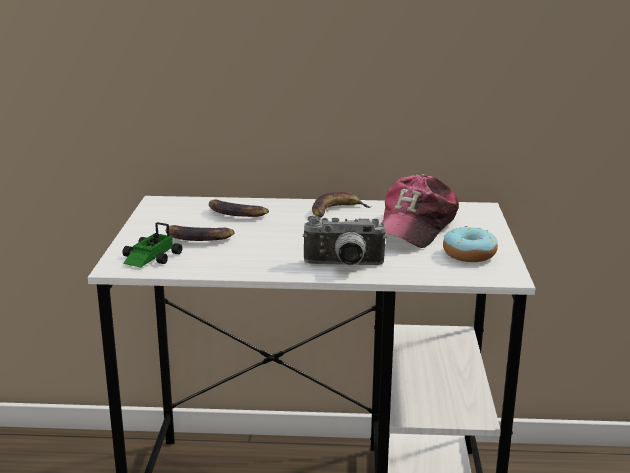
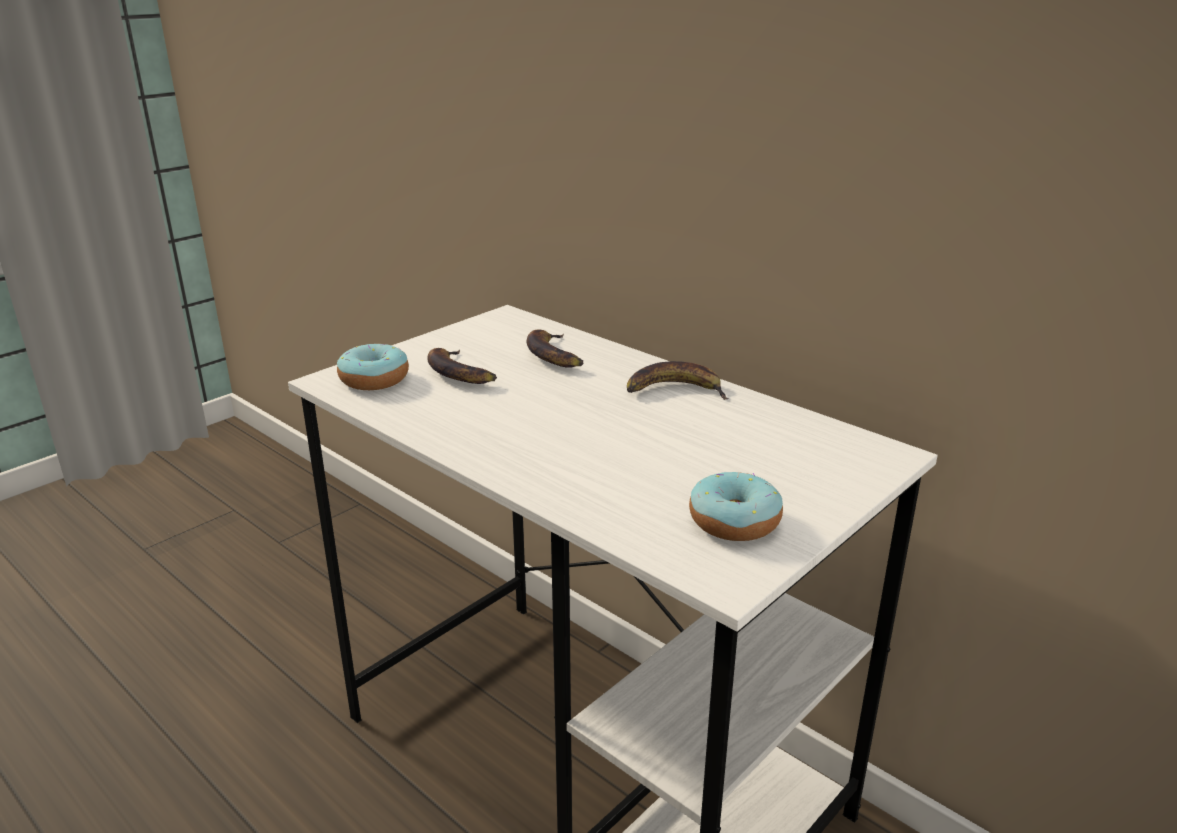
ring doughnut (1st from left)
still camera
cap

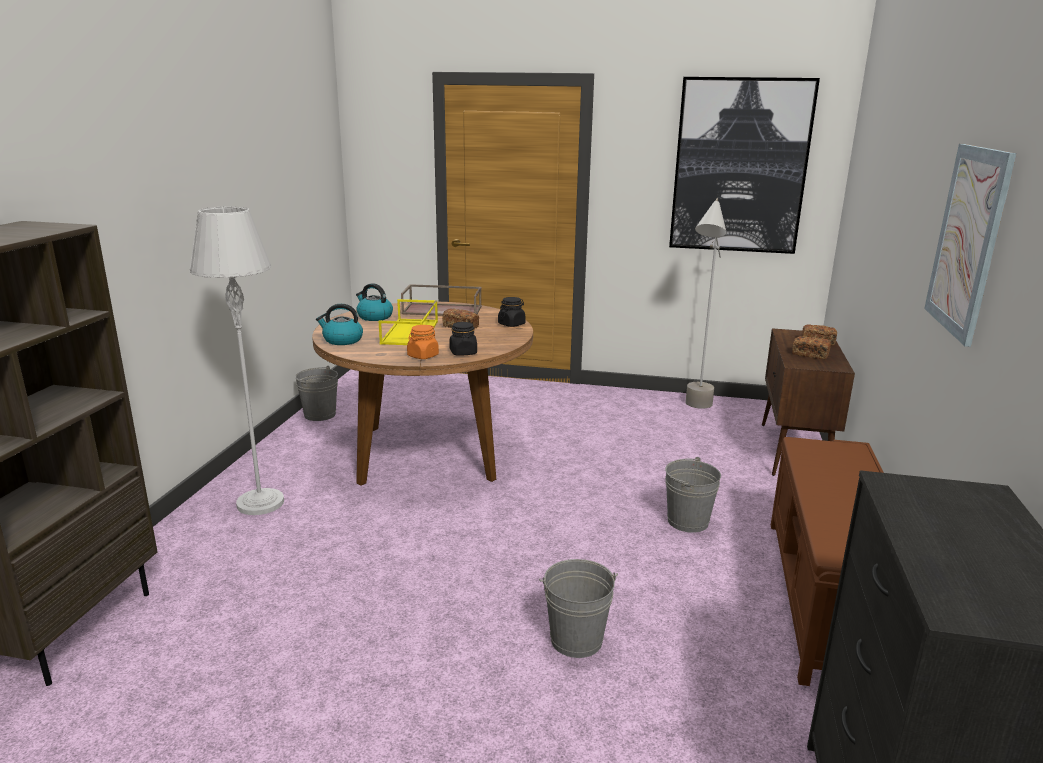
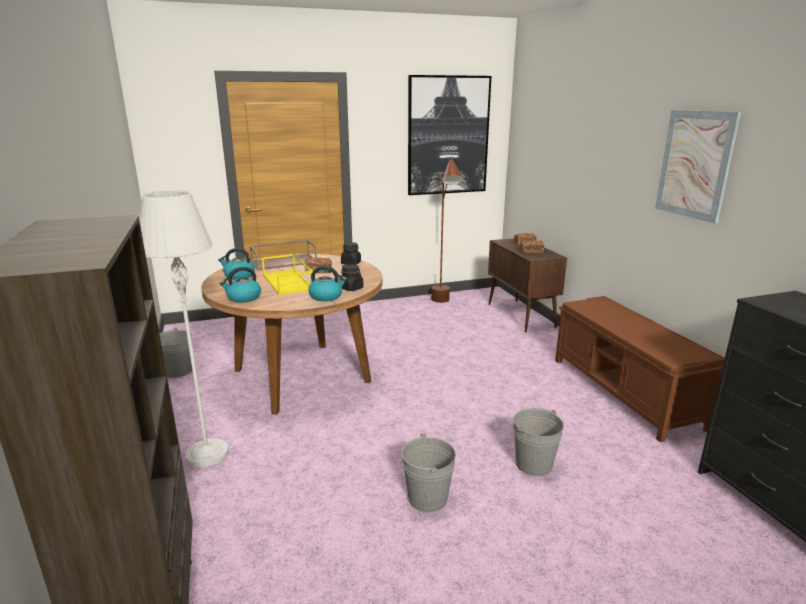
water kettle (3rd from left)
grey bucket (2nd from left)
brown floor lamp

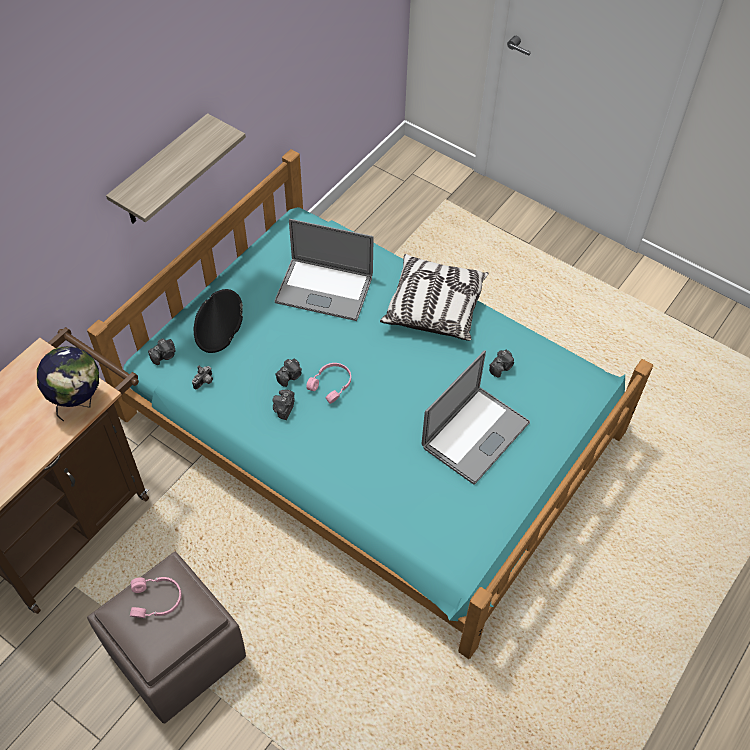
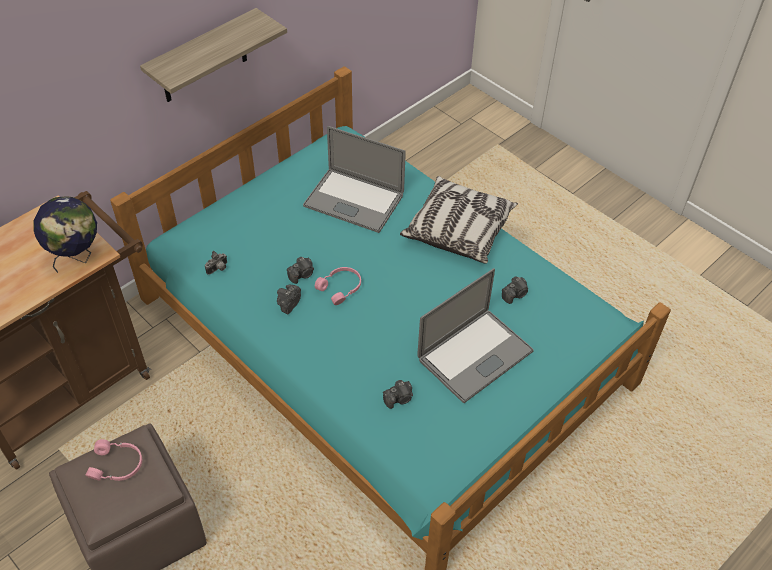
still camera (4th from left)
black-coloured hat

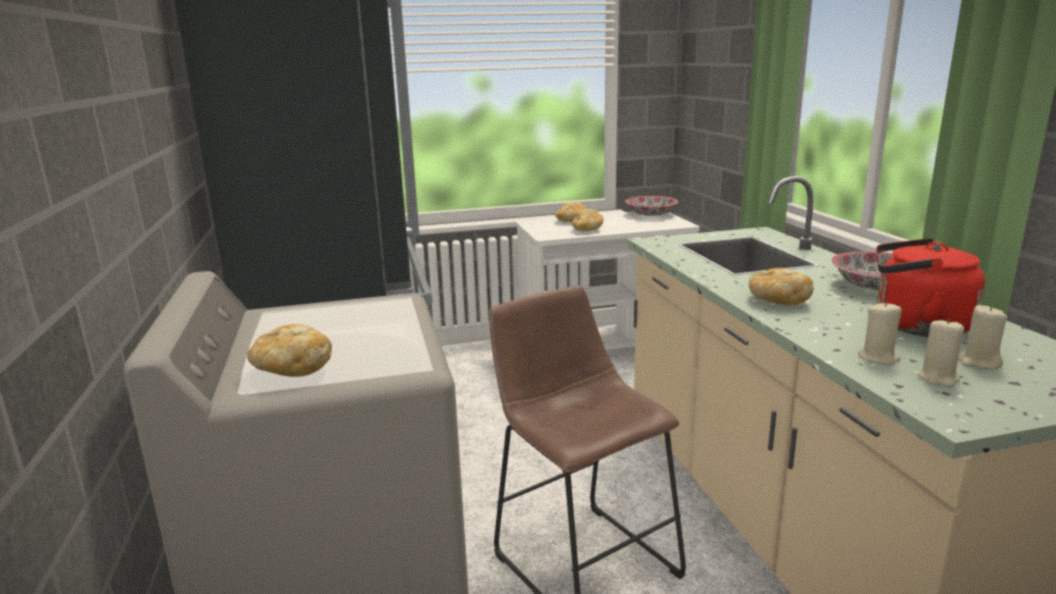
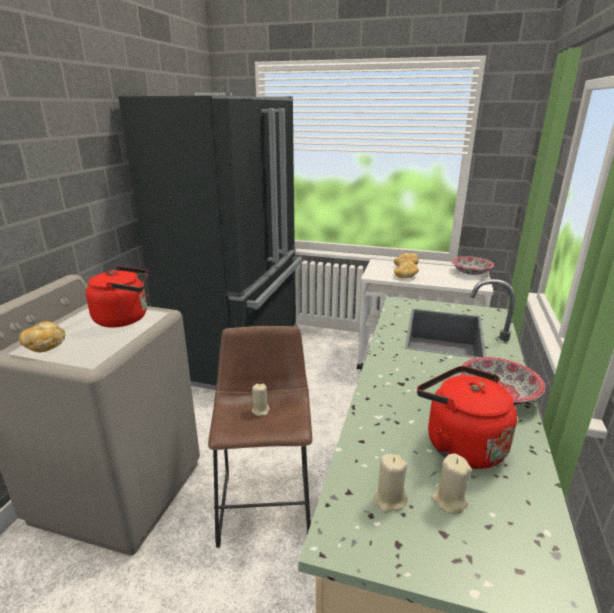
reddish water kettle (1st from left)
sand-coloured wax light (1st from left)
bakery bread (4th from left in the first image)

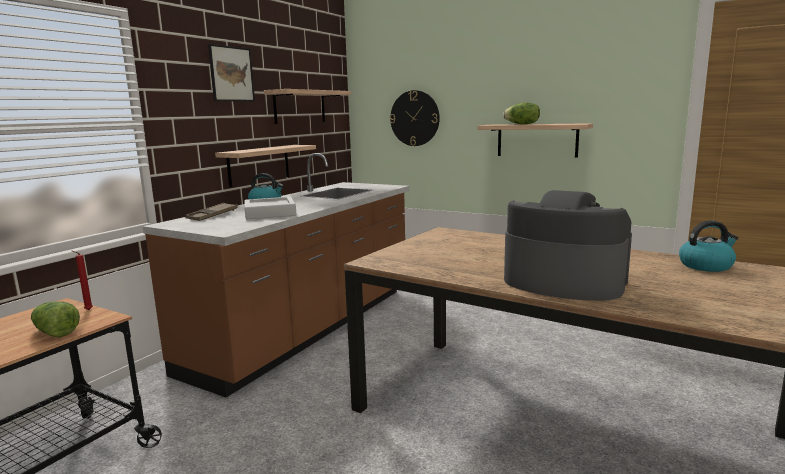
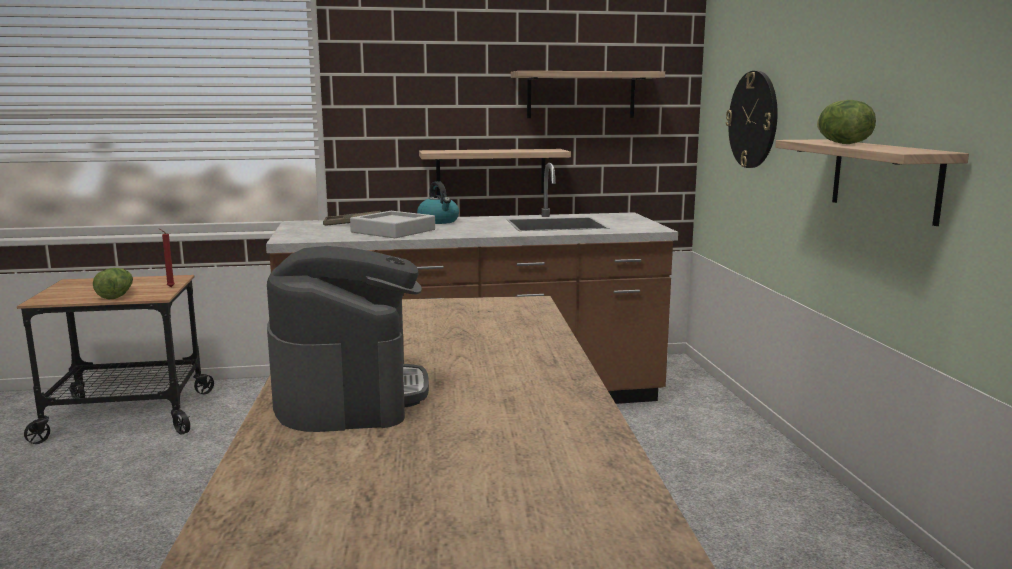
picture
water kettle (2nd from left in the first image)

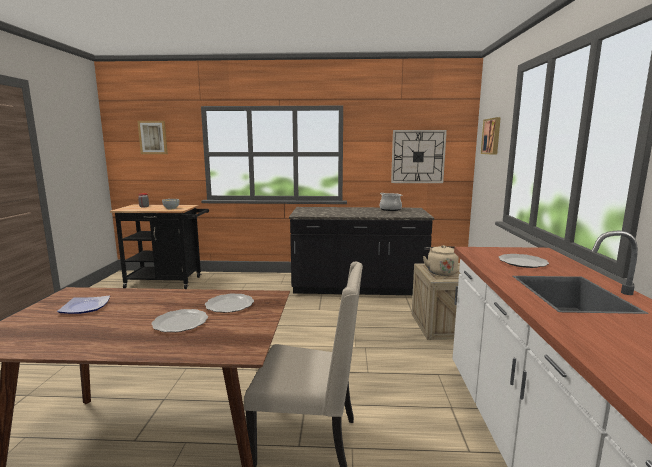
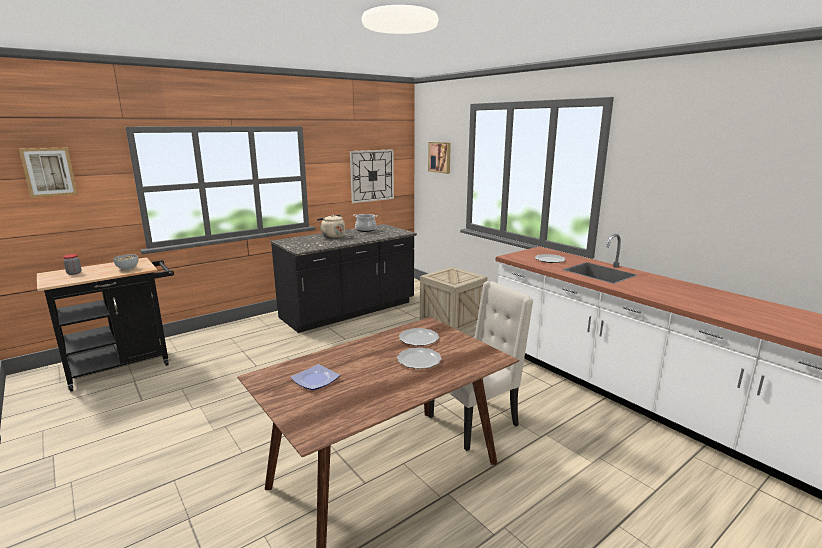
sand-coloured water kettle

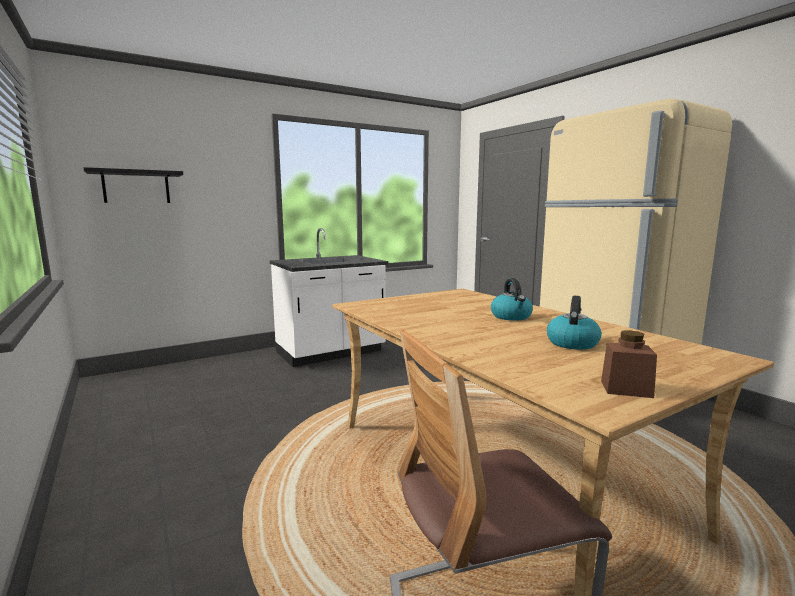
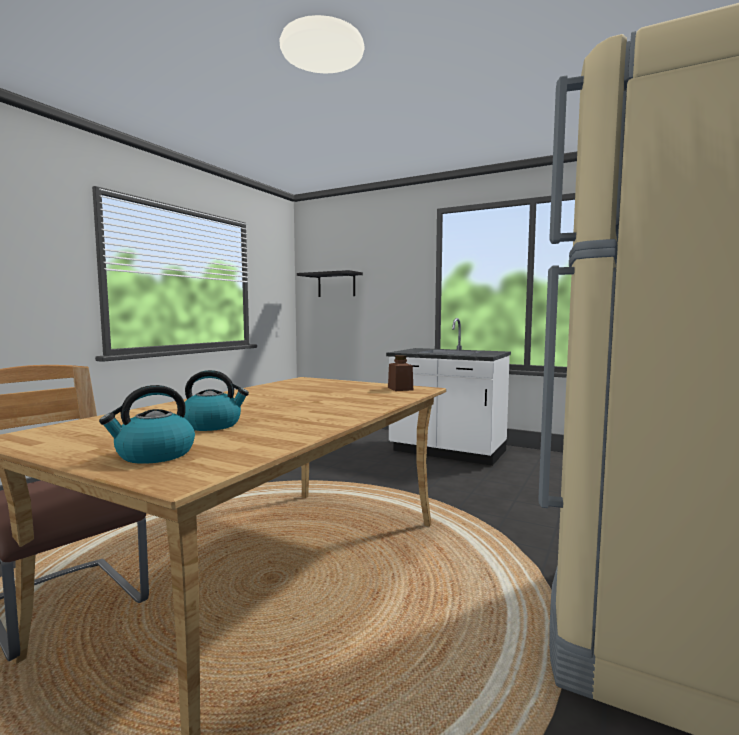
water kettle (1st from left)
brown preserve jar

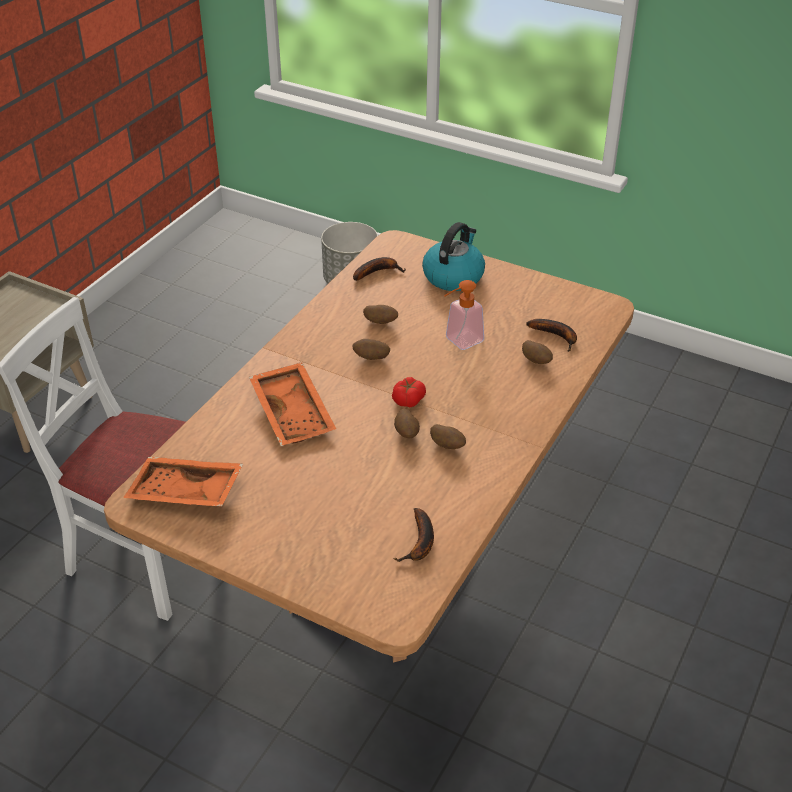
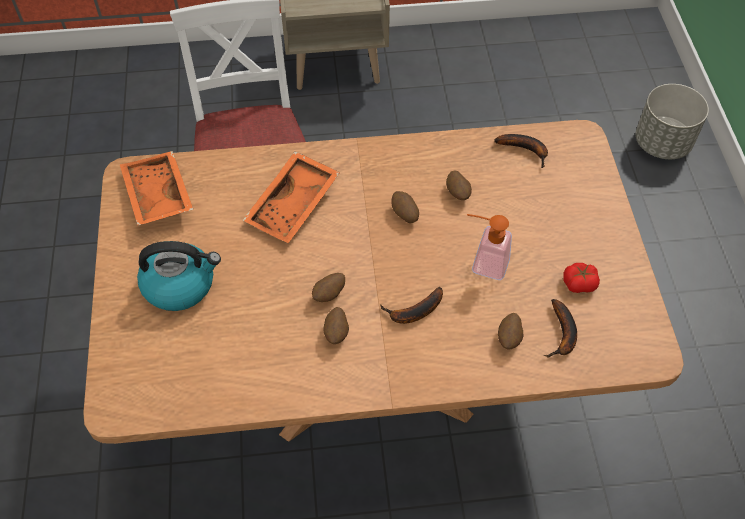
water kettle
banana fruit (1st from left)
fresh tomato

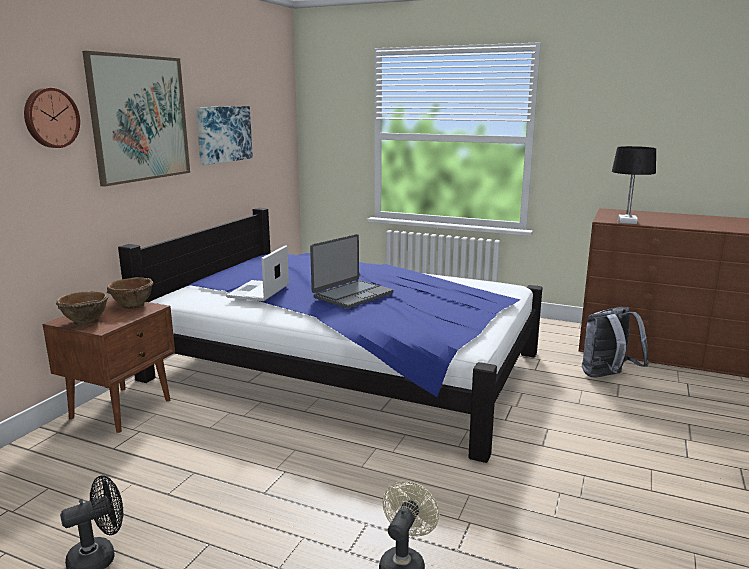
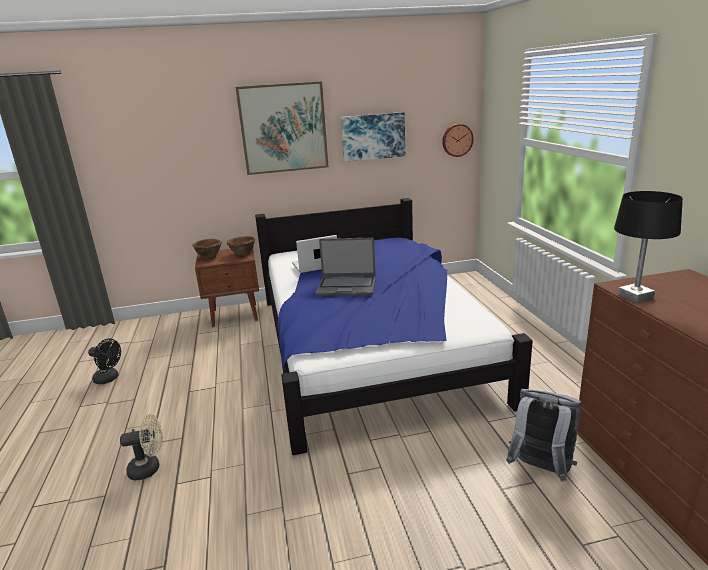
hanging clock

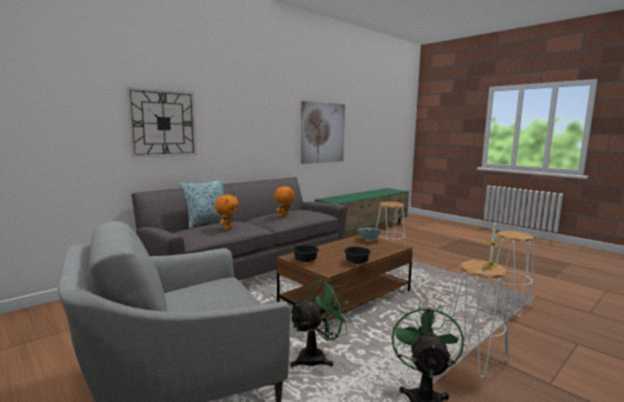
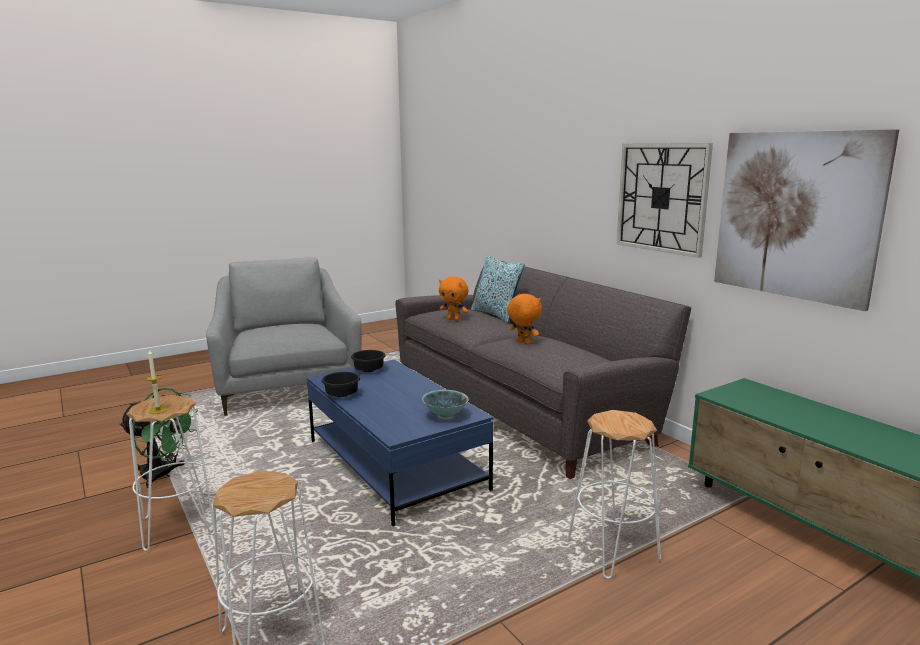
blue lounge table
hanging clock
green-coloured electric fan (1st from left in the first image)

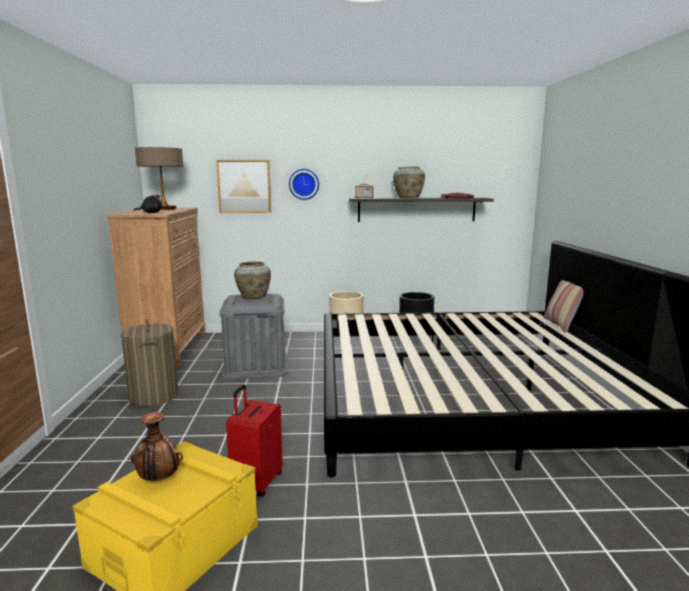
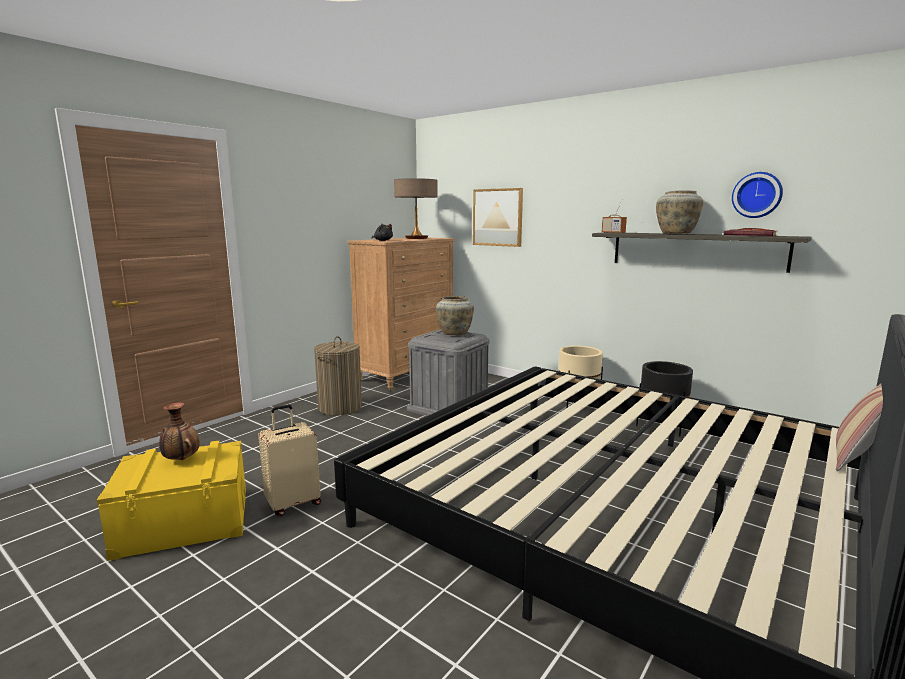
sand-coloured piece of luggage
hanging clock

